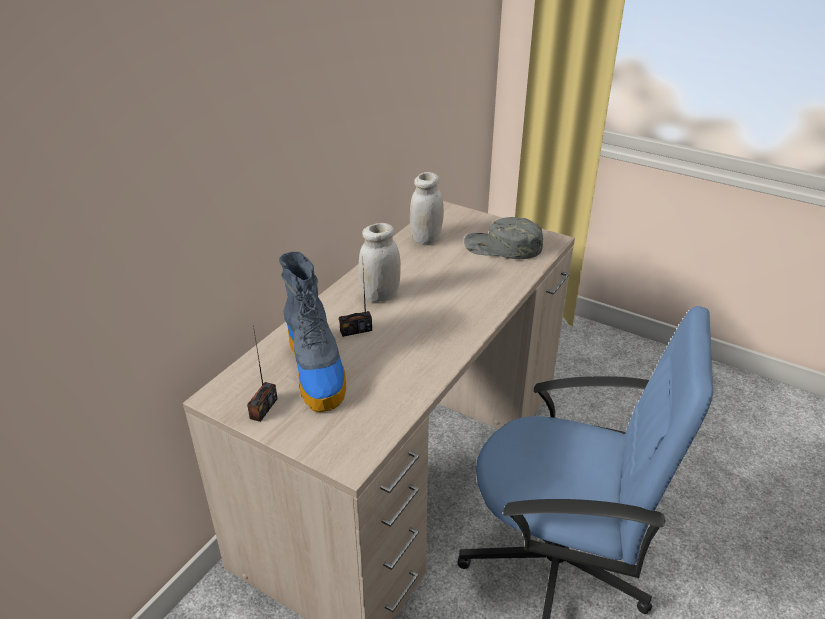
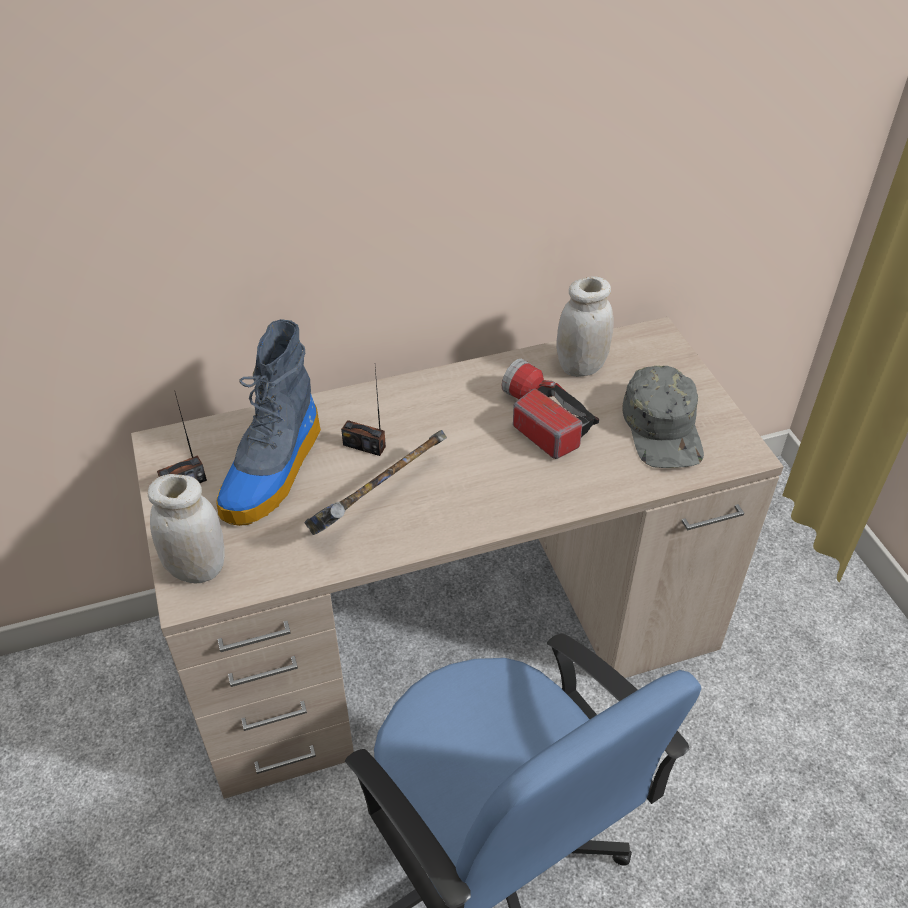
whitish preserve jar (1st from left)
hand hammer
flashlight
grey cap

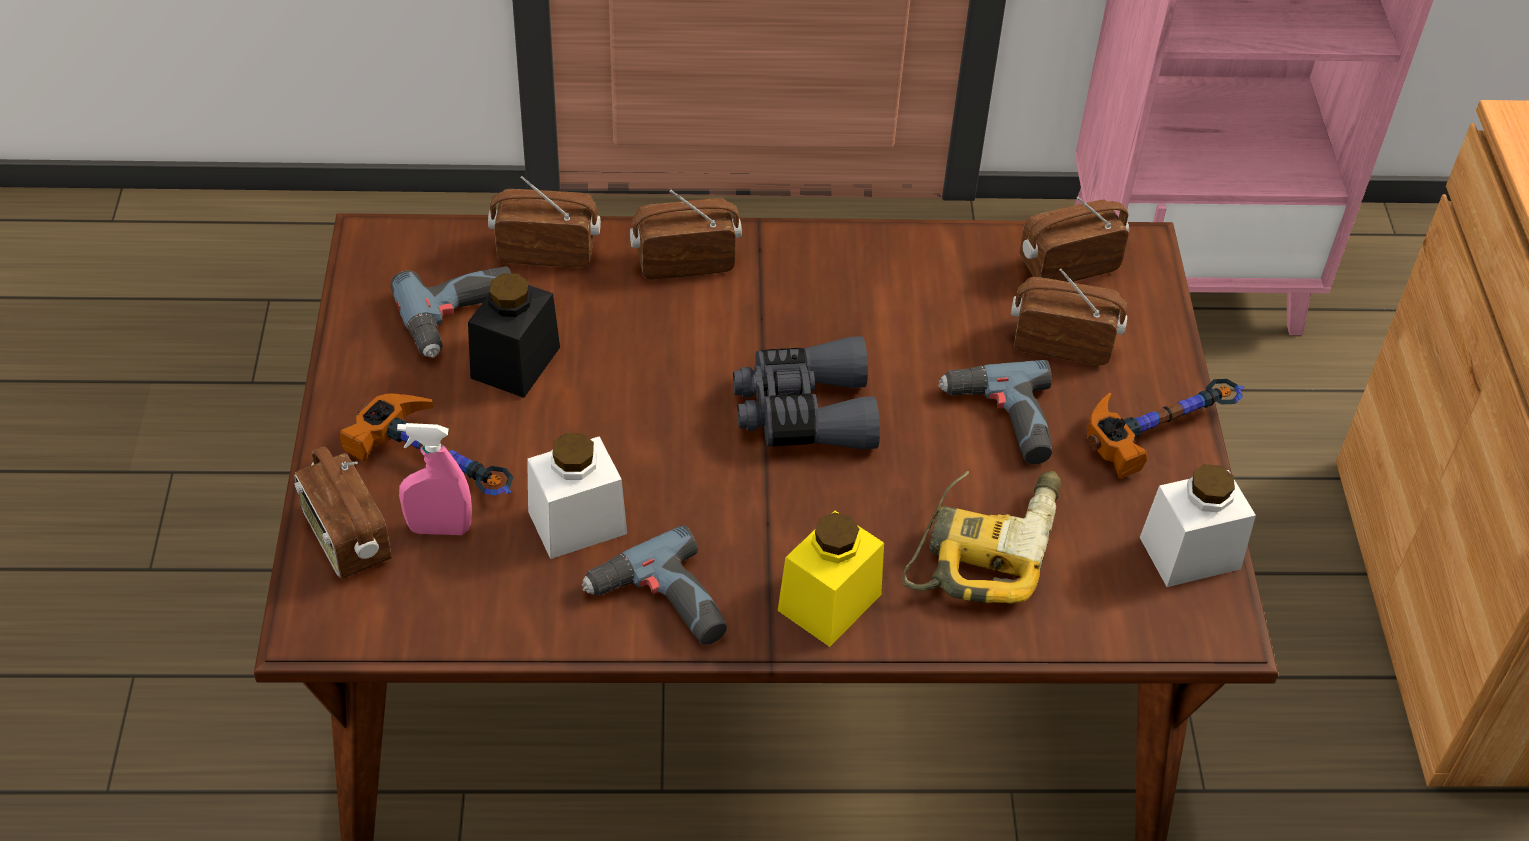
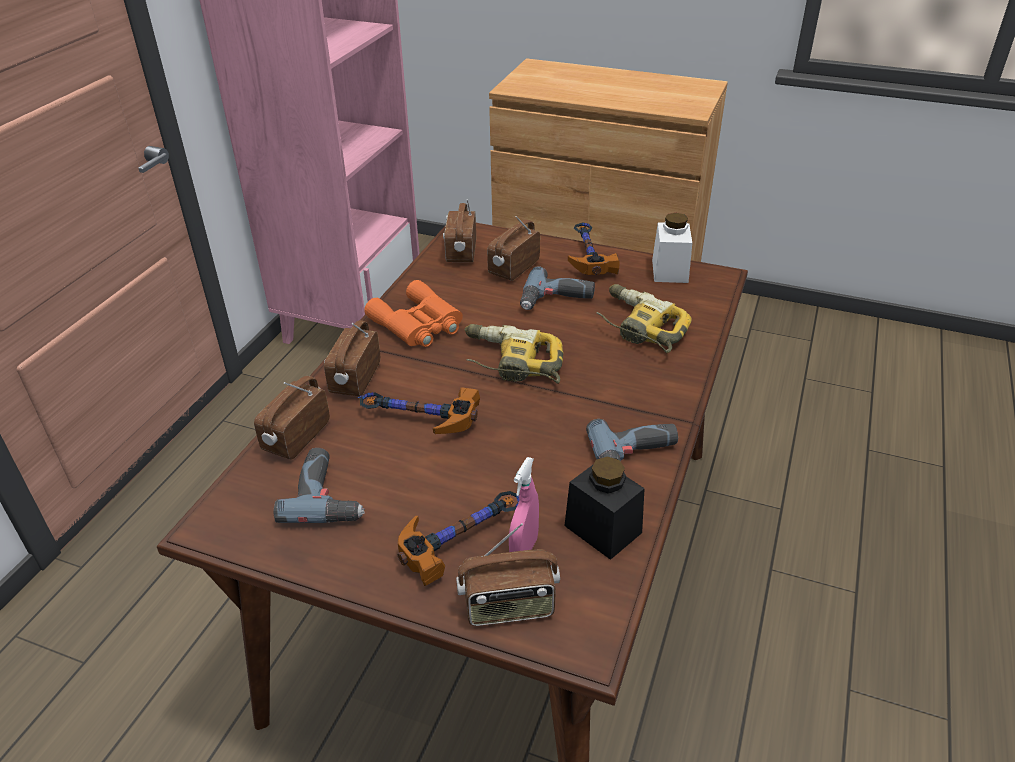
hand hammer (1st from left)
orange binoculars
power drill (2nd from left)
black-coloured preserve jar
whitish preserve jar (1st from left in the first image)
yellow preserve jar

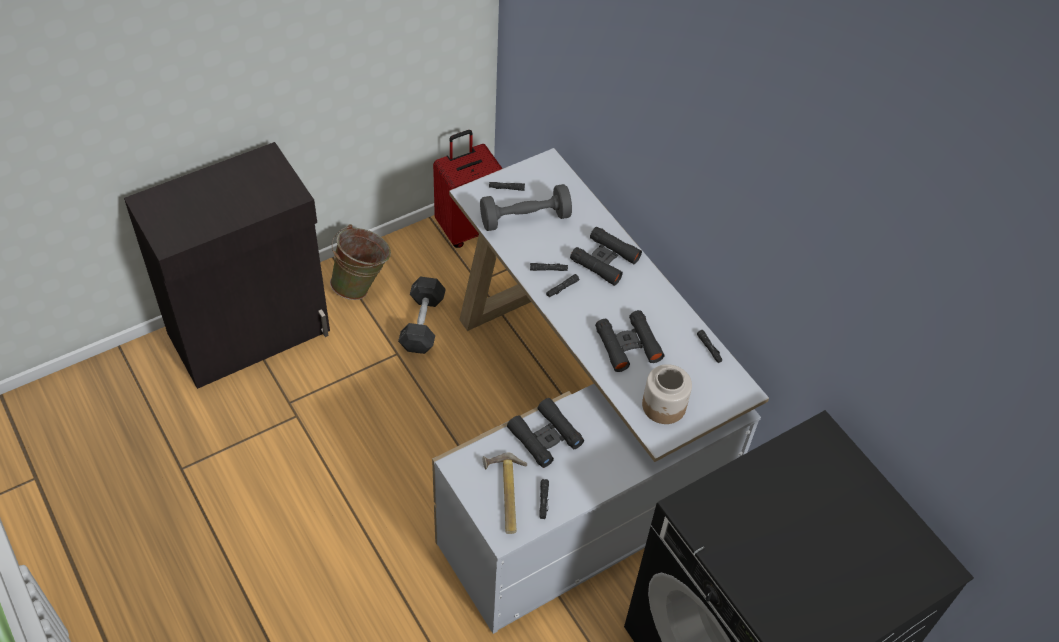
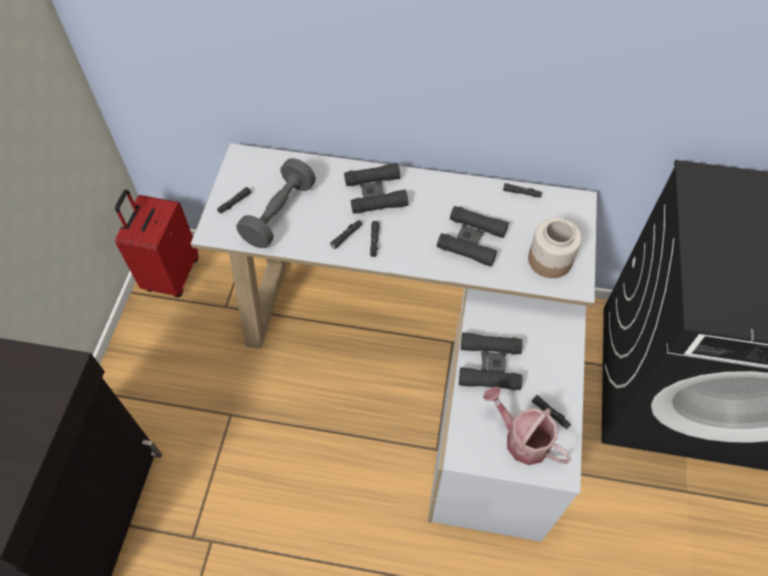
watering pot
green-coloured bucket
grey hand weight (1st from left in the first image)

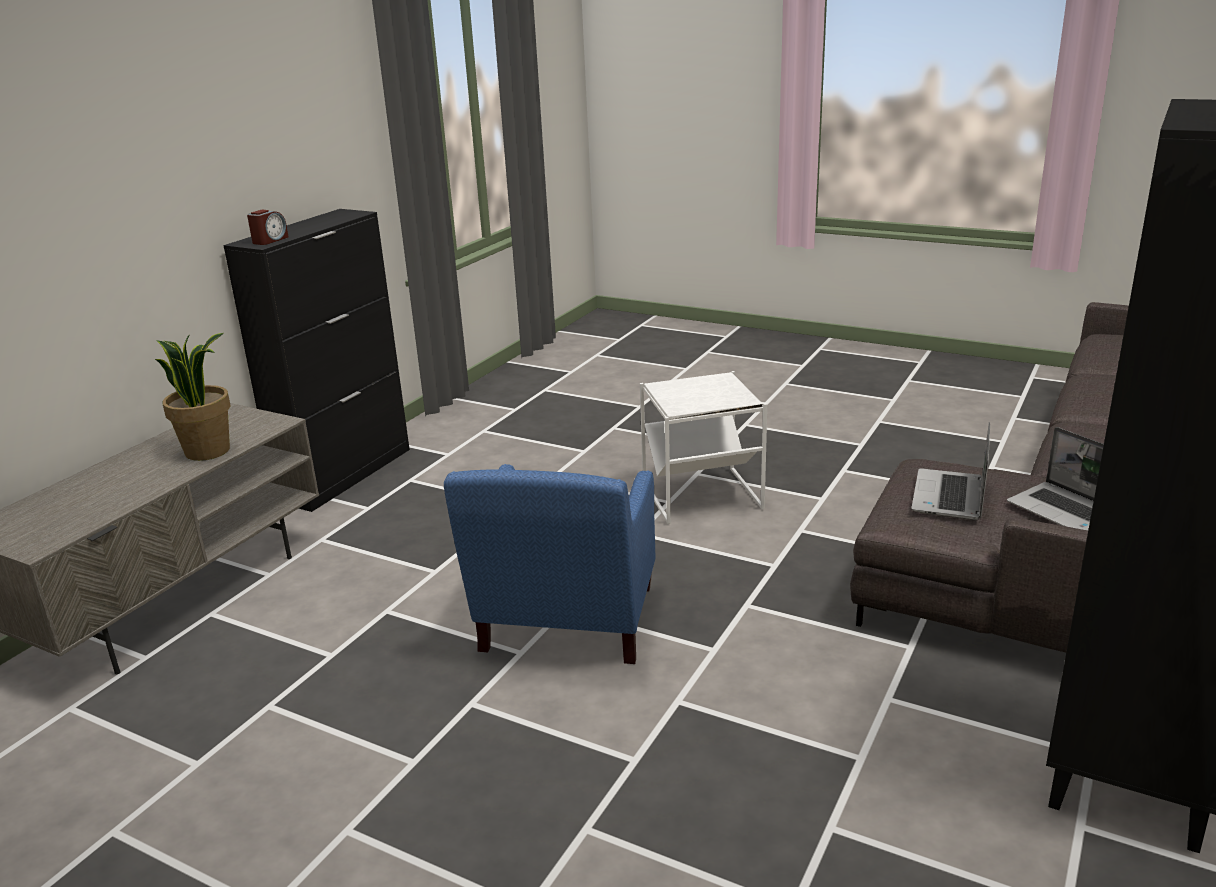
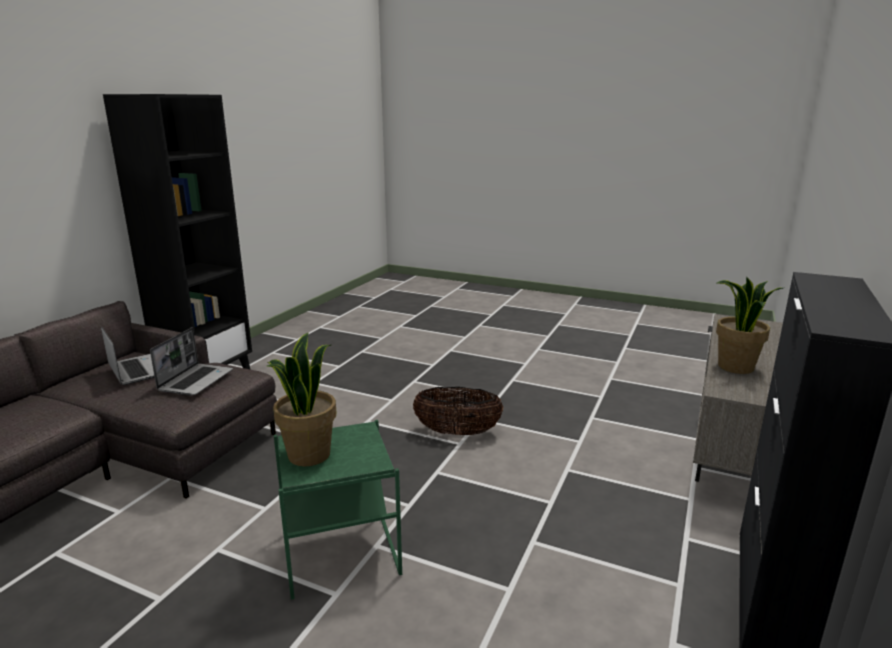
potted plant (1st from left)
green-coloured end table
household basket
bedside clock

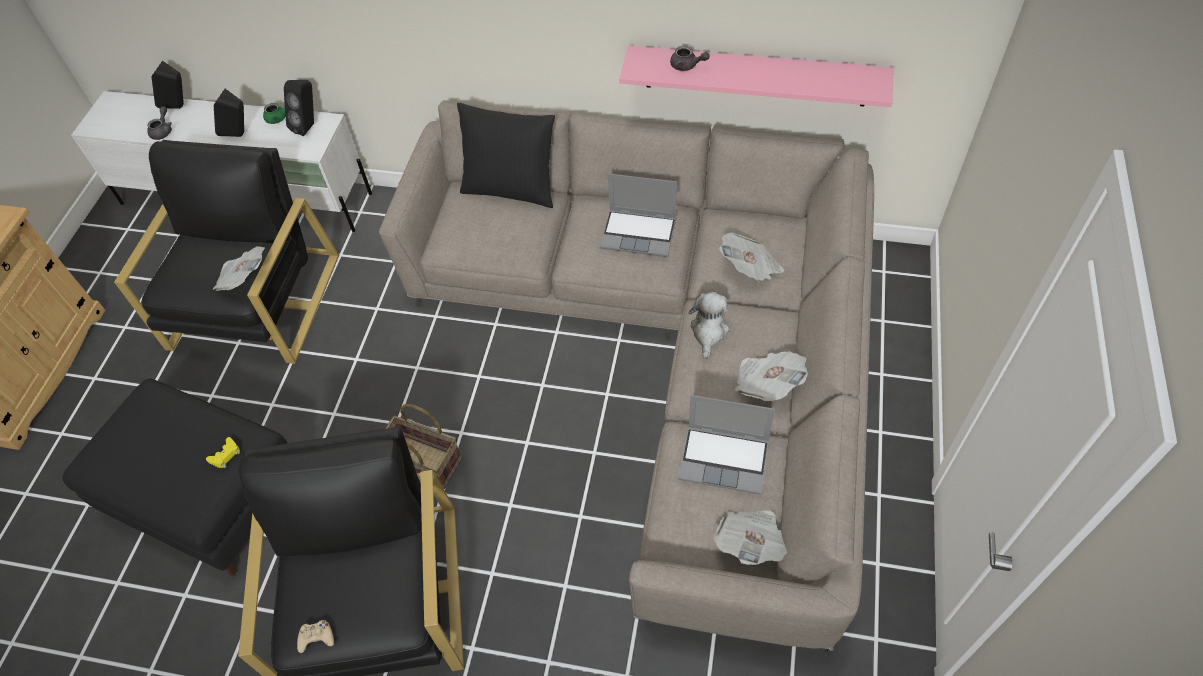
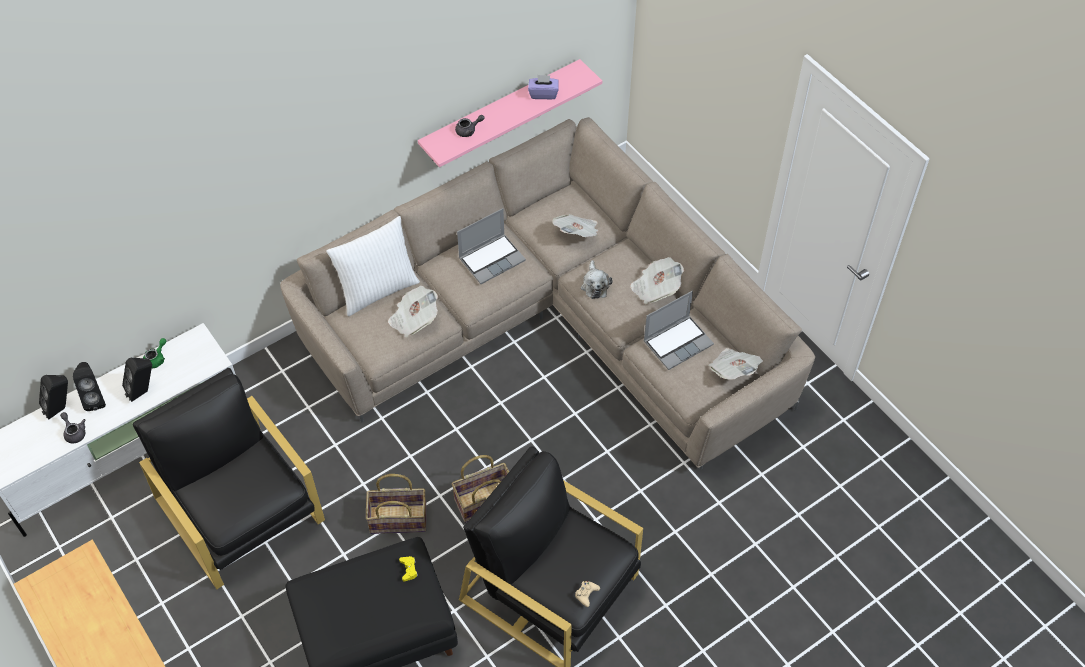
black-coloured speaker (2nd from left)
whitish throw pillow
household basket (1st from left)
newspaper (1st from left)
purple tissue box
cuddly toy

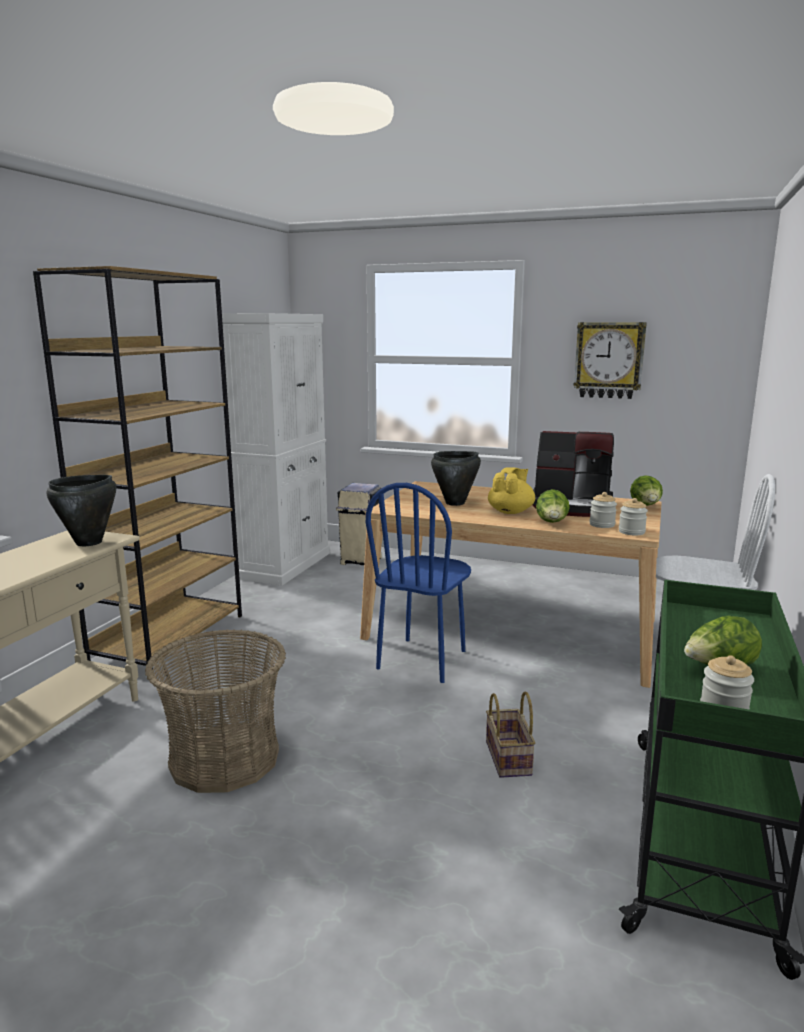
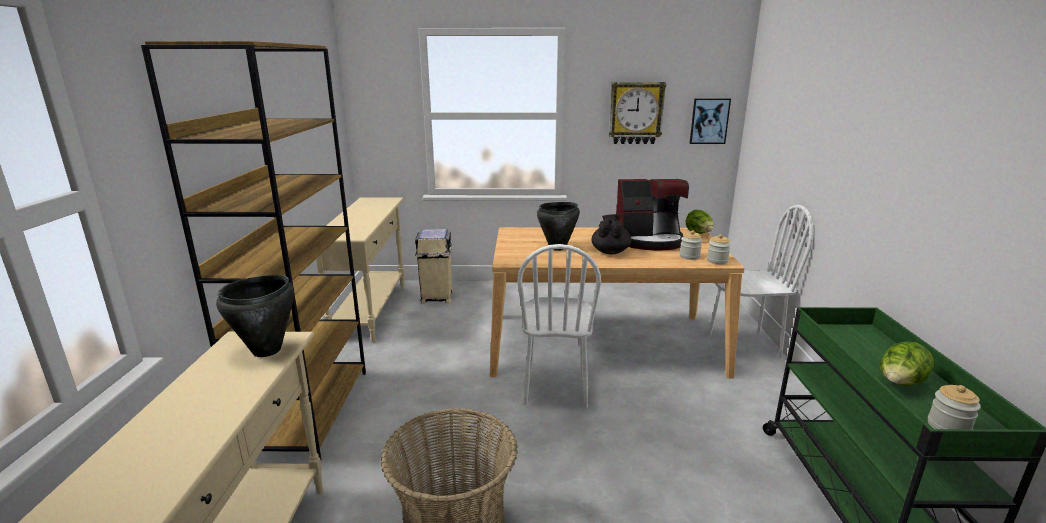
sand-coloured narrow table (2nd from left)
whitish chair (1st from left)
black-coloured teapot
picture
household basket (2nd from left in the first image)
lettuce (1st from left in the first image)

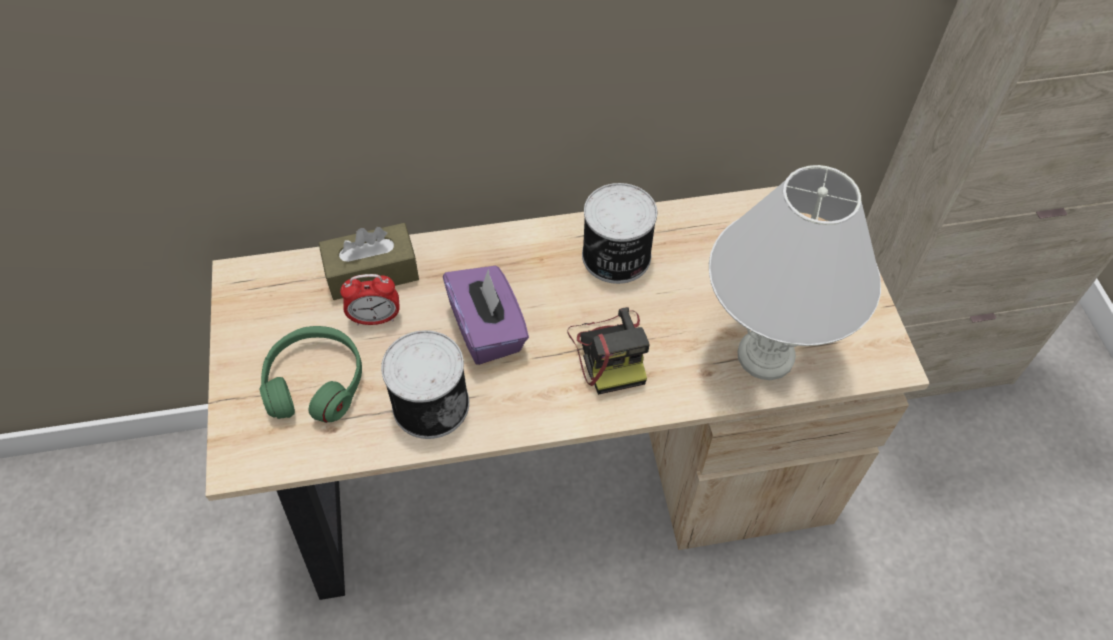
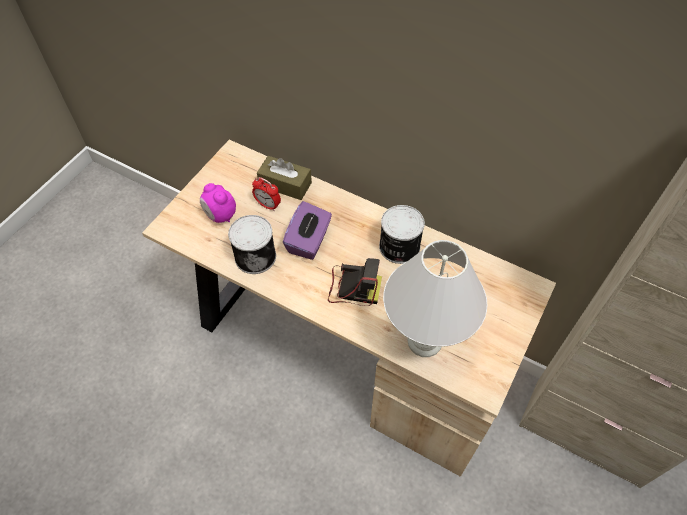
bedside clock (1st from left)
still camera

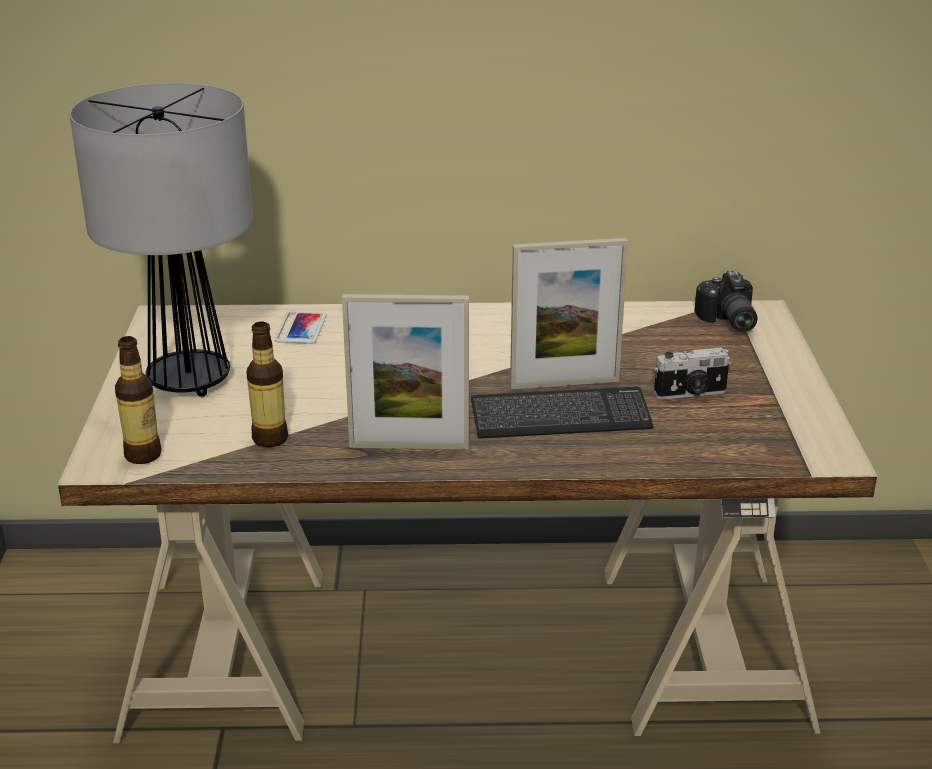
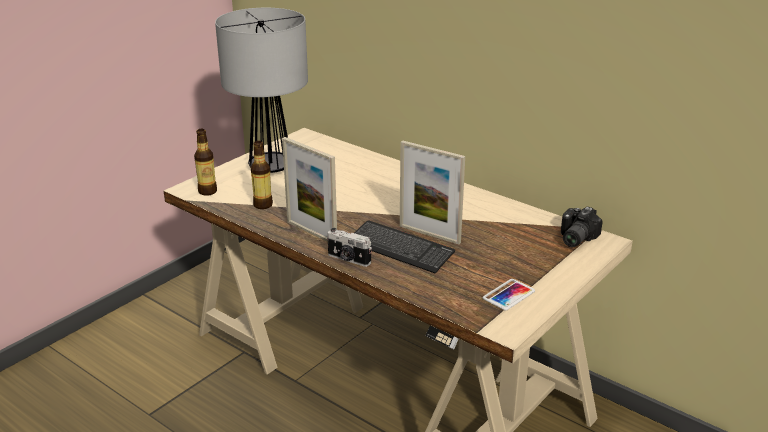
still camera (1st from left)
telephone

